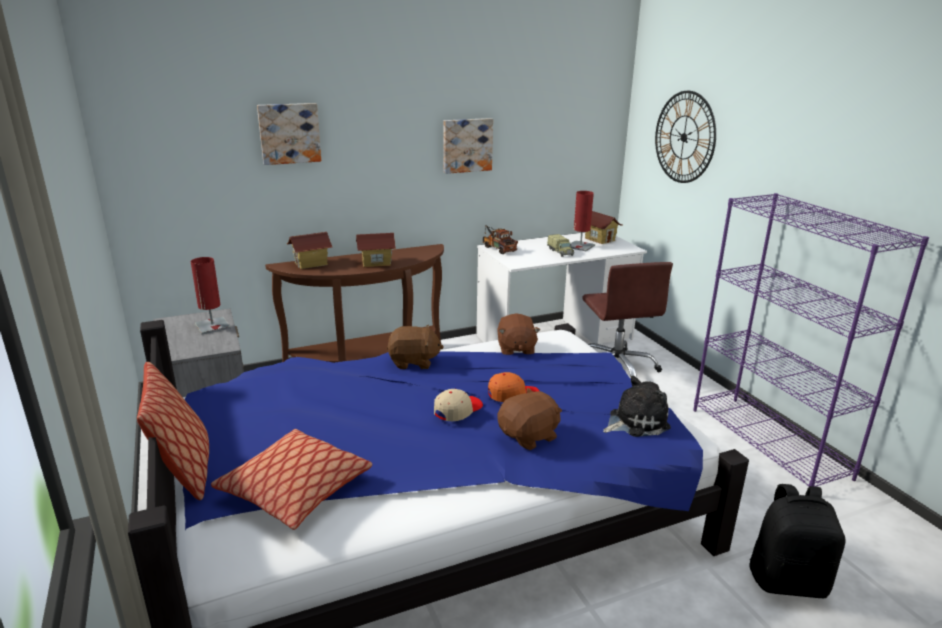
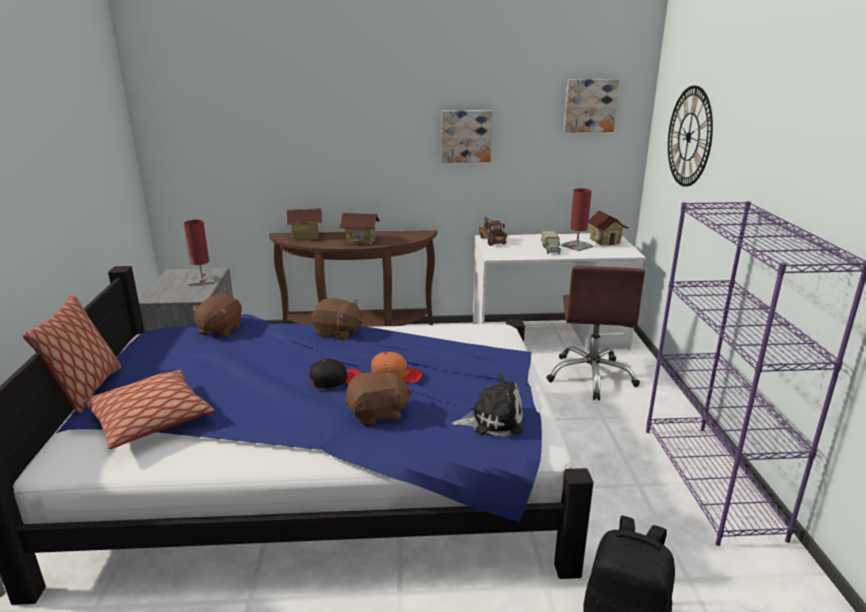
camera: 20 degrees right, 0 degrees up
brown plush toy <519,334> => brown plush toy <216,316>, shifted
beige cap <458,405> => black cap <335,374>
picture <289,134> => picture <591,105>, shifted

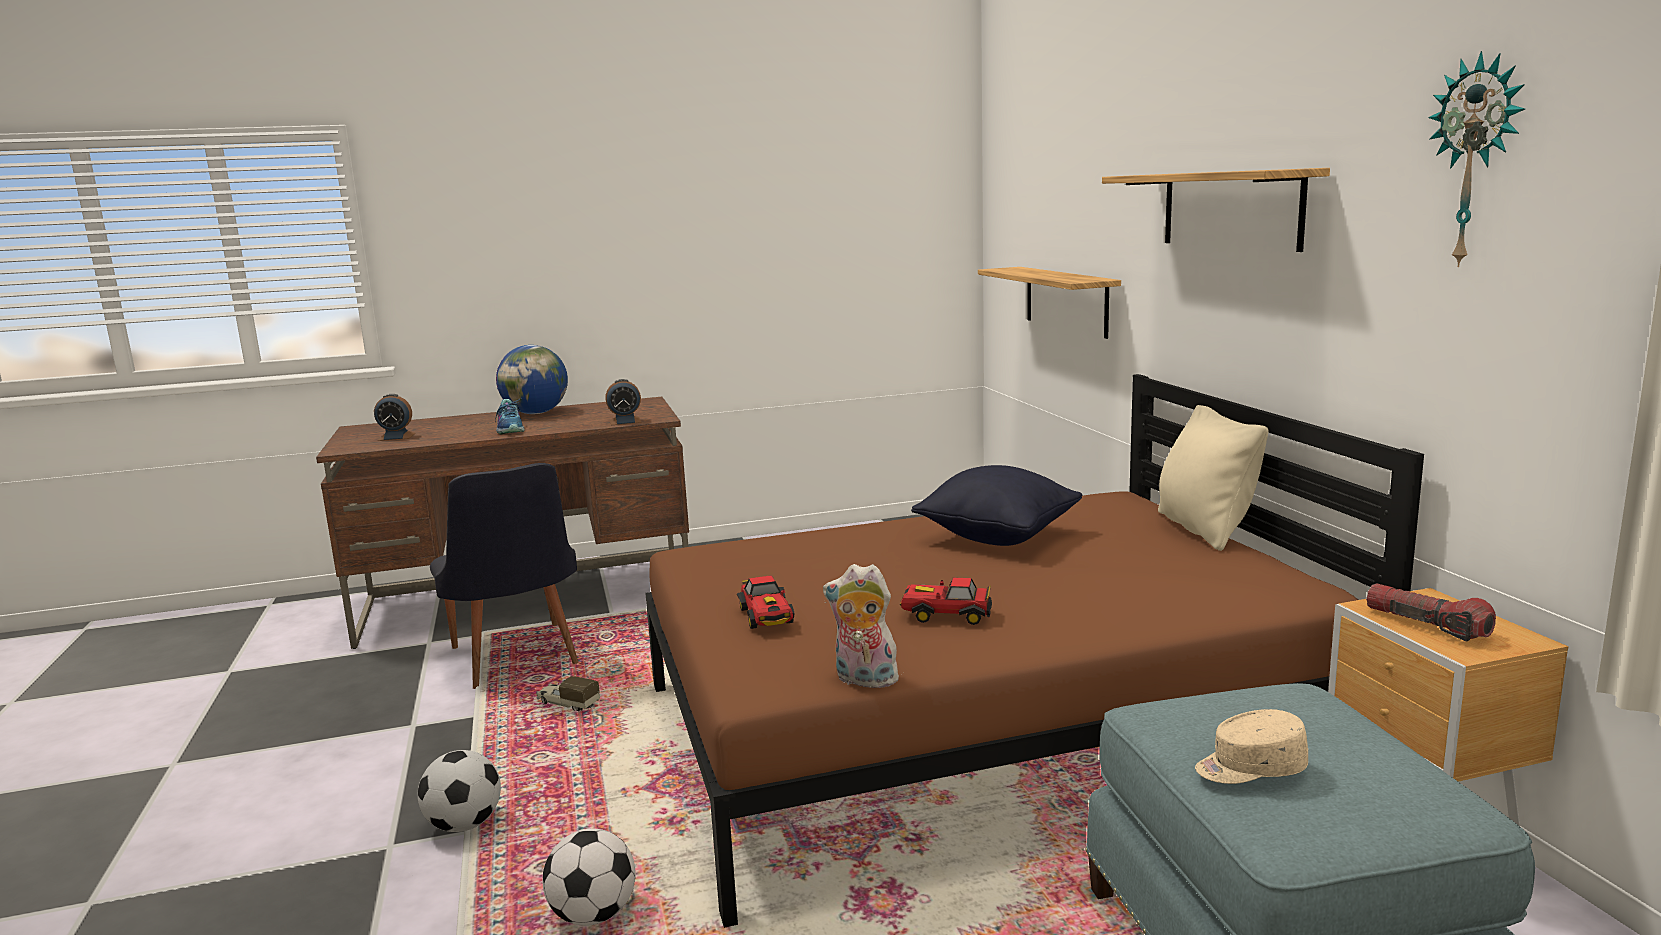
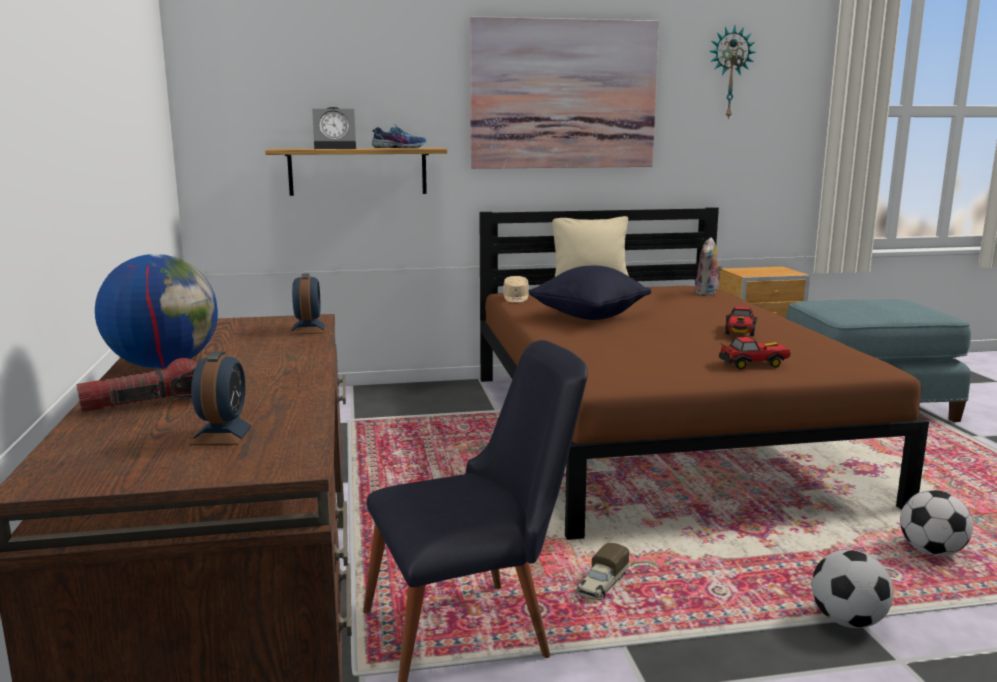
camera: 85 degrees left, 0 degrees up
flashlight <1431,612> => flashlight <137,385>, shifted
nothing => alarm clock <334,128>
shoe <509,416> => shoe <399,136>, shifted
shelf <1216,210> => picture <564,92>
beige cap <1251,746> => beige cap <516,289>, shifted
plush toy <864,627> => plush toy <708,266>, shifted

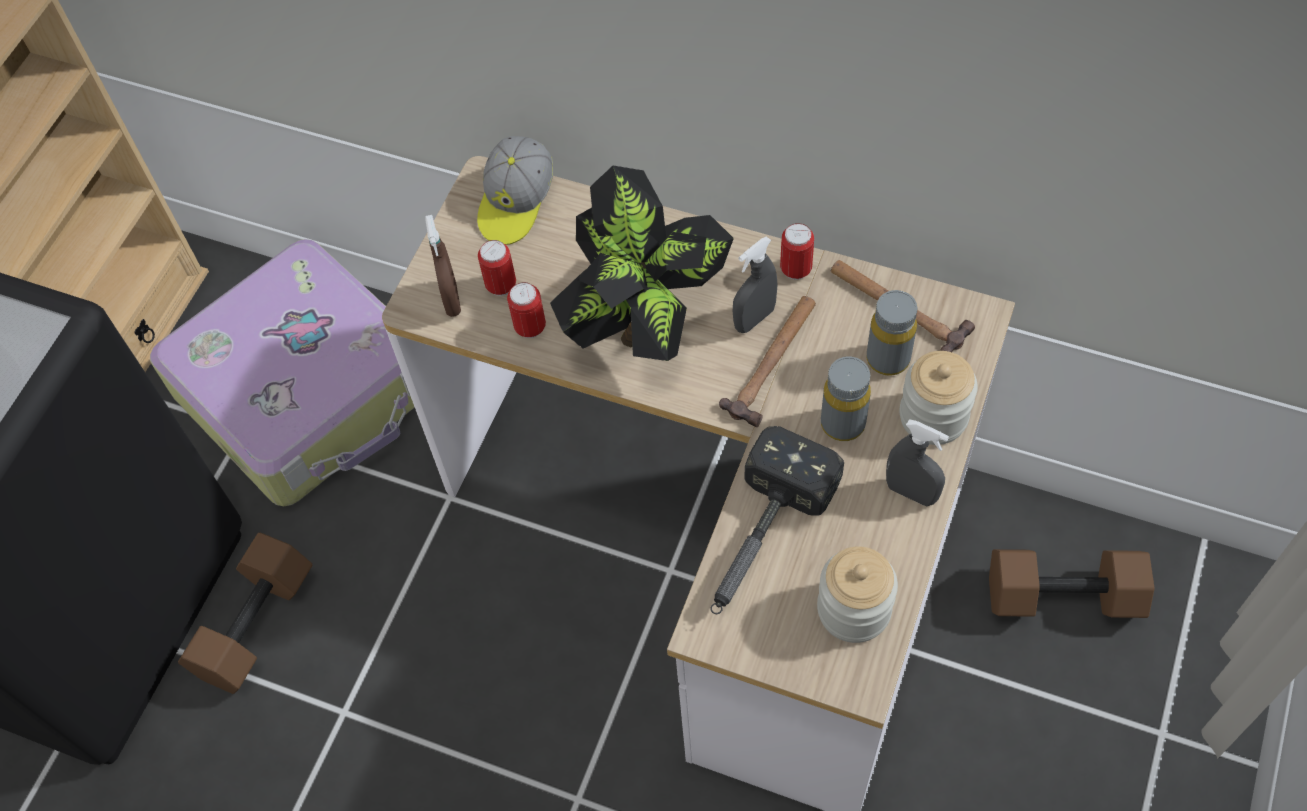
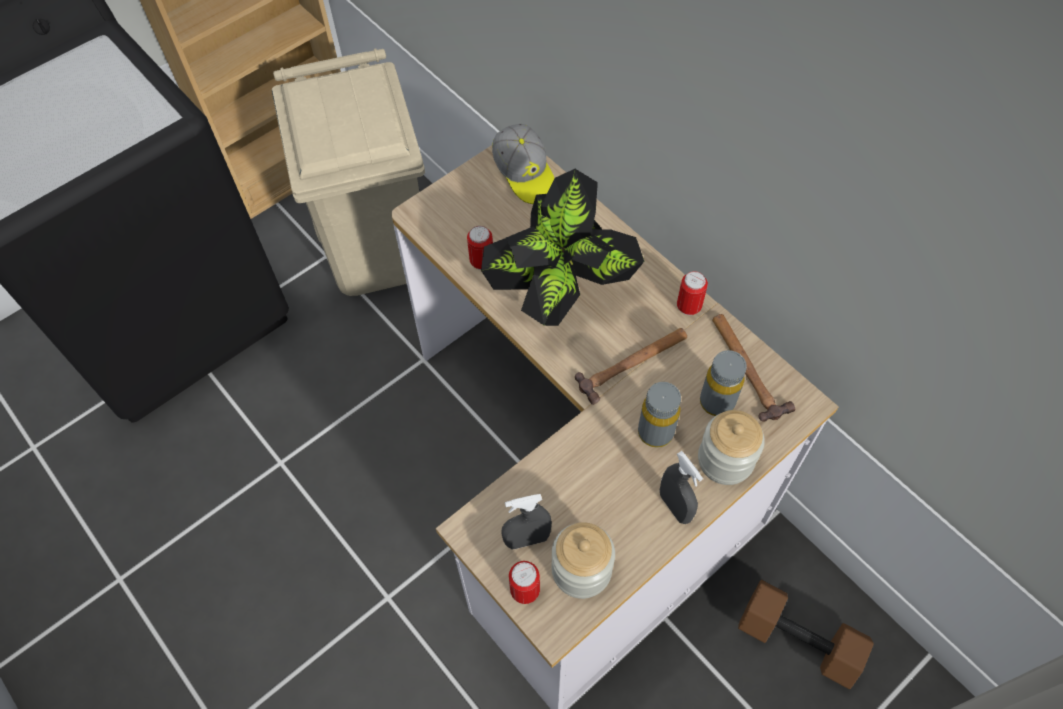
camera: 25 degrees right, 0 degrees up
suitcase <282,372> => beige trash can <348,172>
cap <515,190> => cap <523,164>, 75 degrees counterclockwise
grey spray bottle <755,284> => grey spray bottle <526,521>, shifted
can <497,268> => can <524,582>, shifted
brown dumbbell <245,613> => nothing
brown spray bottle <443,266> => nothing
hammer <777,520> => nothing

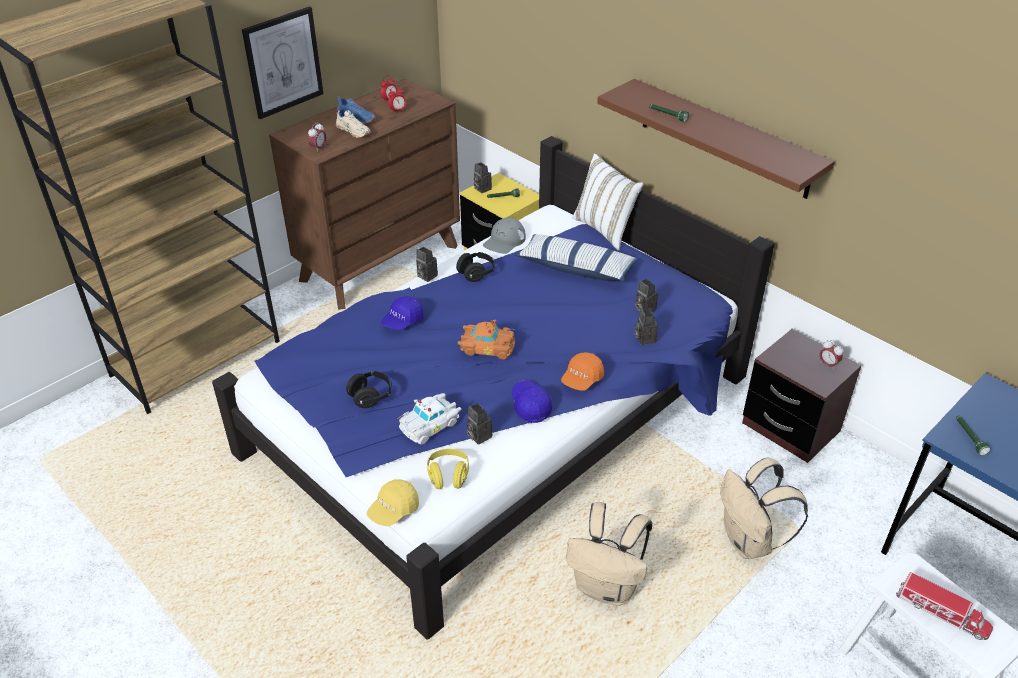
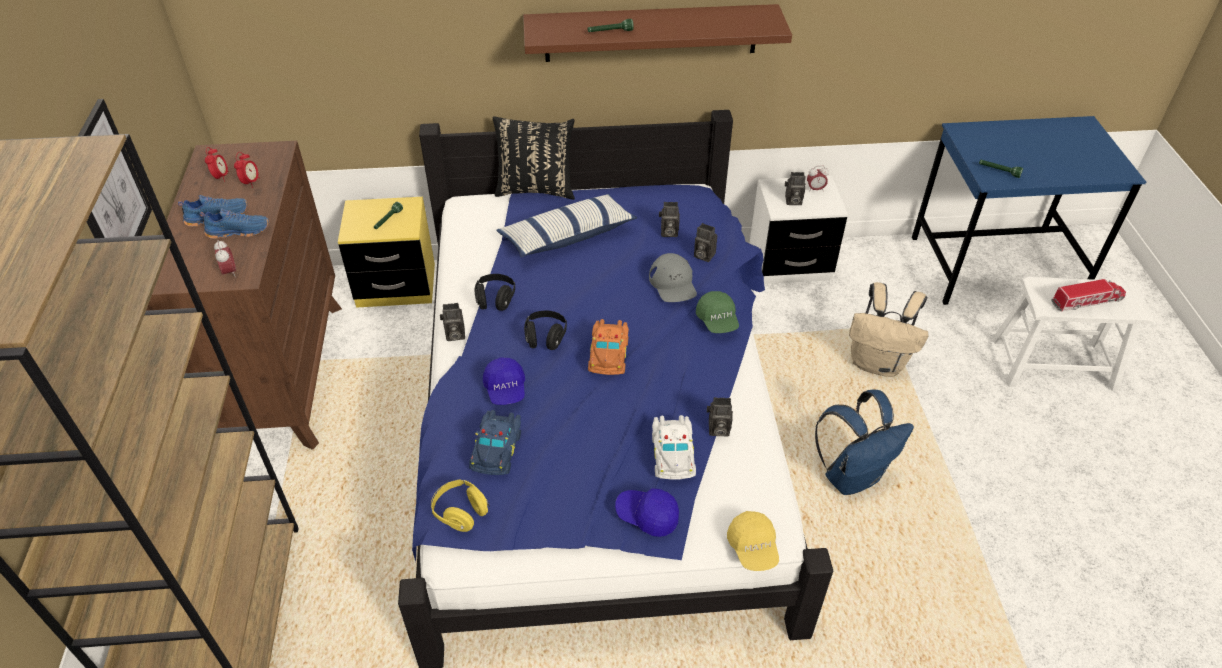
camera: 50 degrees left, 5 degrees up
beige shoe <353,122> => blue shoe <234,223>
yellow headphones <448,469> => yellow headphones <460,505>, shifted
nothing => blue toy car <495,442>
white pillow <608,202> => black pillow <533,158>
black headphones <369,389> => black headphones <545,330>, shifted
orange toy car <486,339> => orange toy car <608,347>, 135 degrees clockwise
blue cap <532,401> => blue cap <647,512>, shifted
grey cap <504,236> => grey cap <673,277>, shifted
orange cap <582,371> => green cap <717,312>
brown nightstand <802,396> => white nightstand <799,230>
photo camera <483,177> => photo camera <795,188>, shifted
beige backpack <609,554> => blue backpack <864,442>

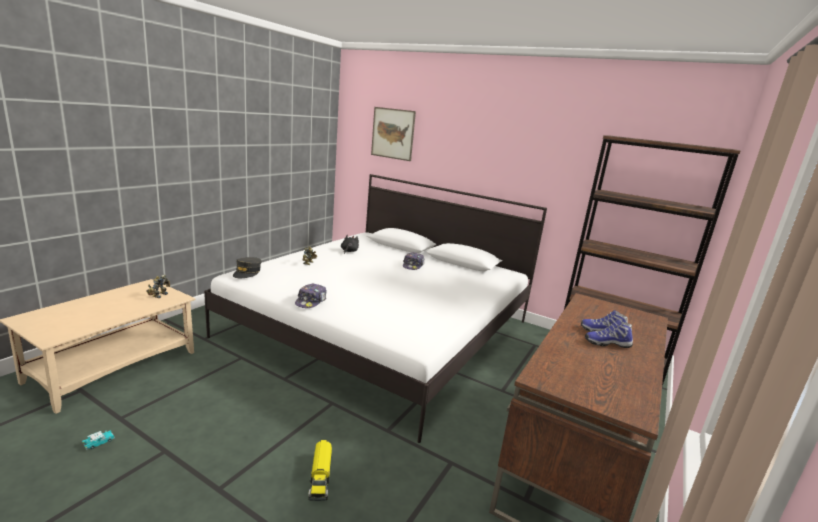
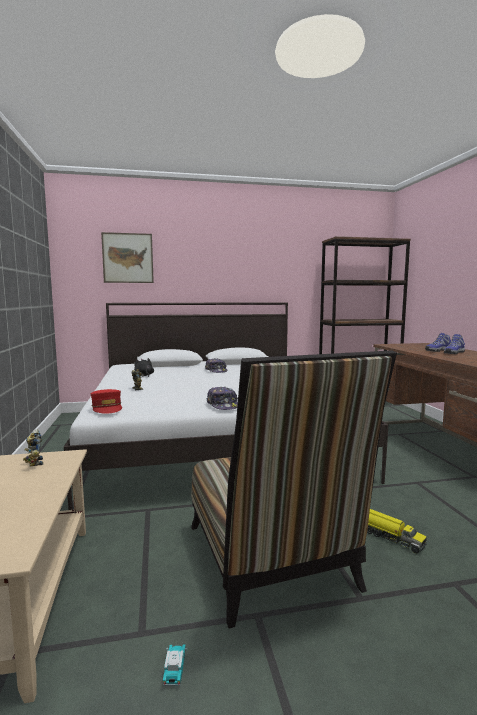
camera: 40 degrees left, 10 degrees down
grey cap <247,267> => red cap <106,401>
nothing => chair <294,489>

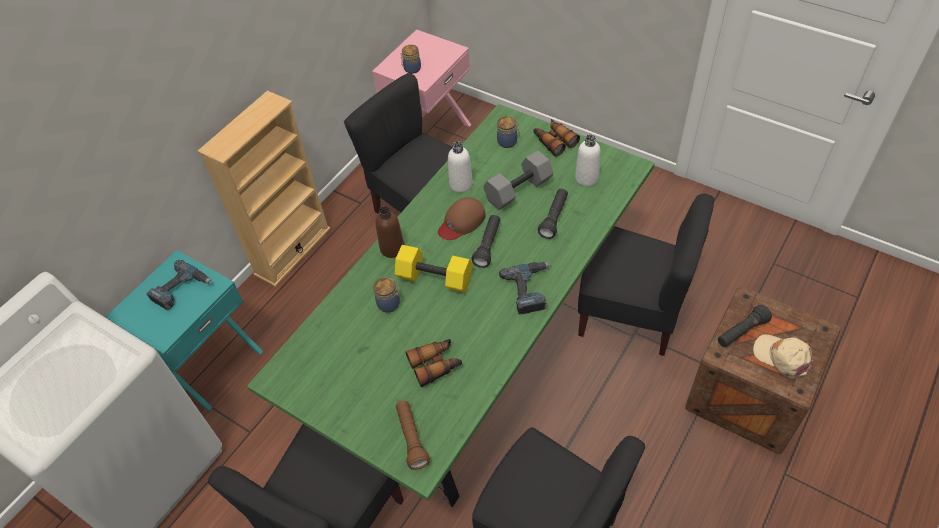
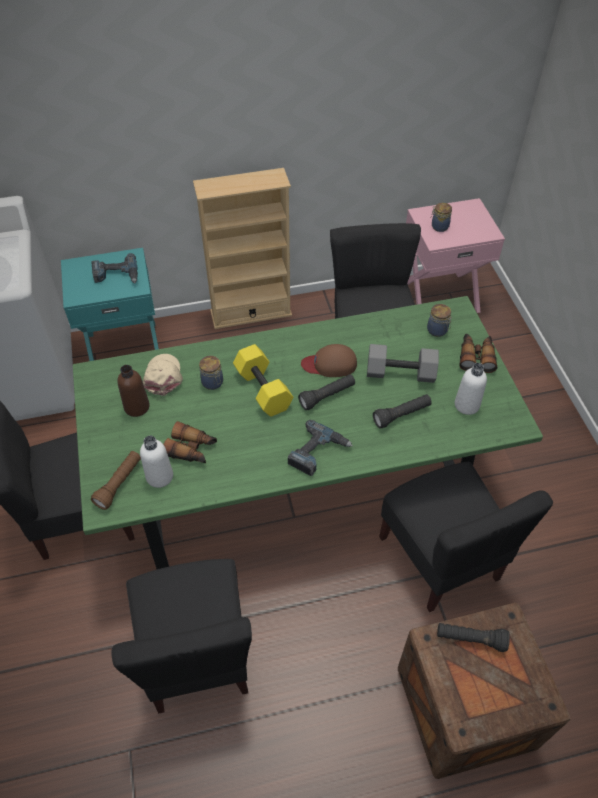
camera: 40 degrees right, 0 degrees up
brown bottle <389,232> => brown bottle <133,391>, shifted
white bottle <460,167> => white bottle <156,462>, shifted
beige cap <783,356> => beige cap <163,375>, shifted

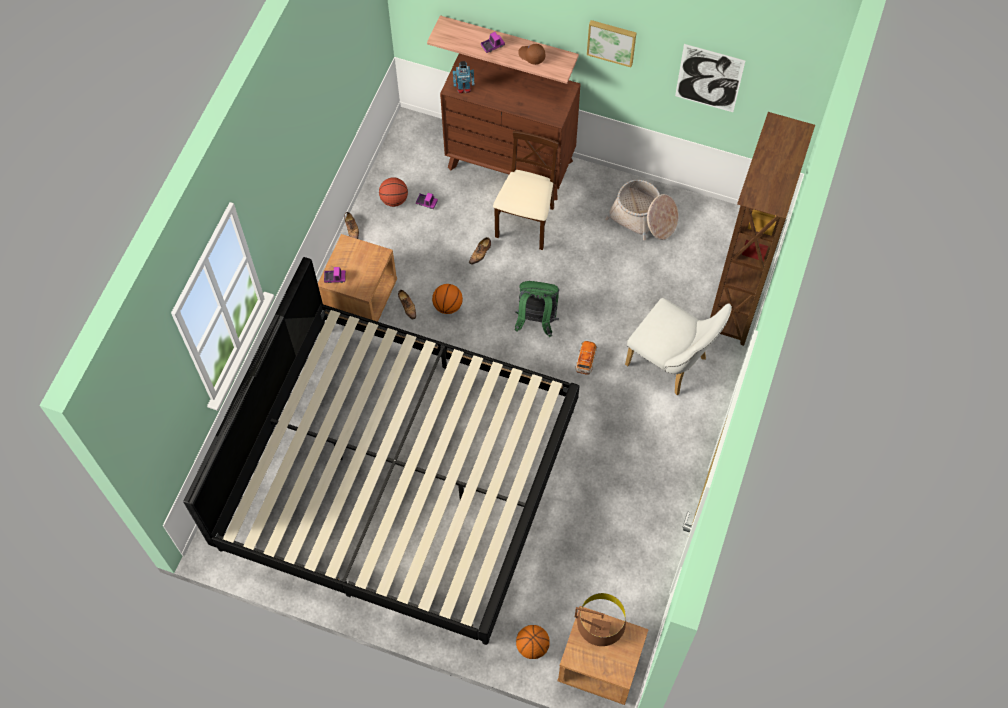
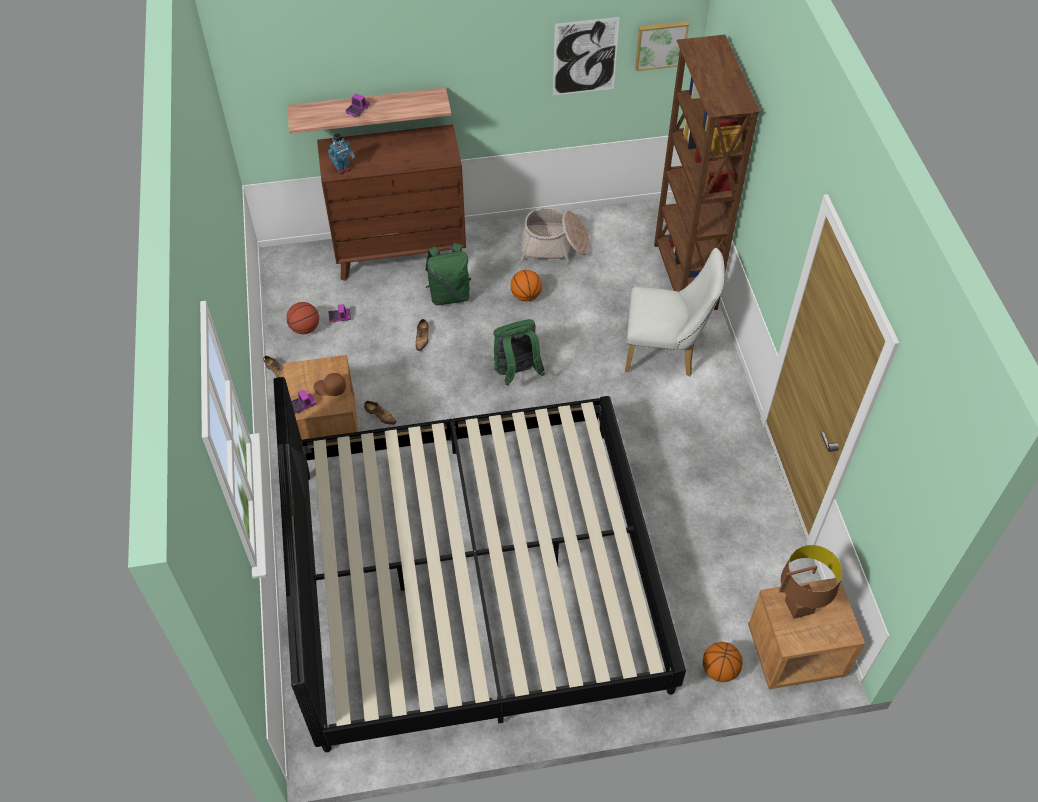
camera: 30 degrees left, 10 degrees down
brown cap <531,54> => brown cap <329,384>, shifted
beige chair <526,190> => green backpack <448,274>
basketball <447,299> => basketball <526,285>, shifted
picture <611,43> => picture <662,46>, shifted
toy car <586,358> => nothing

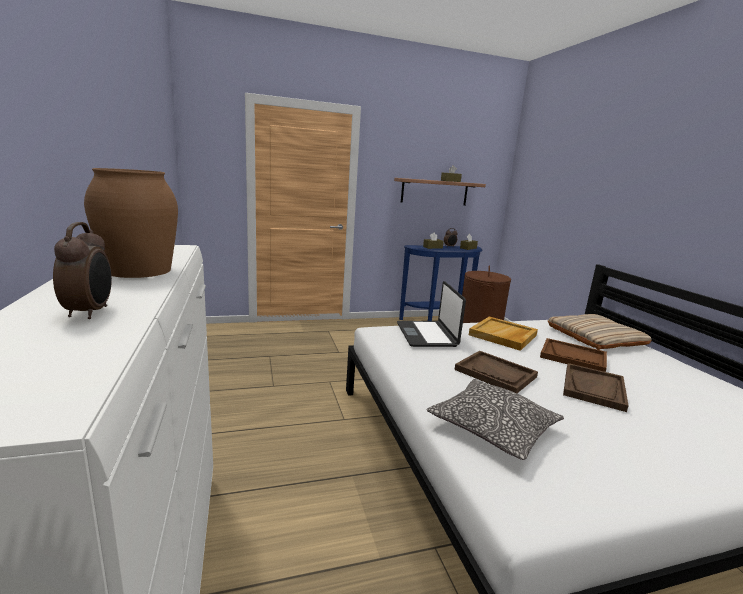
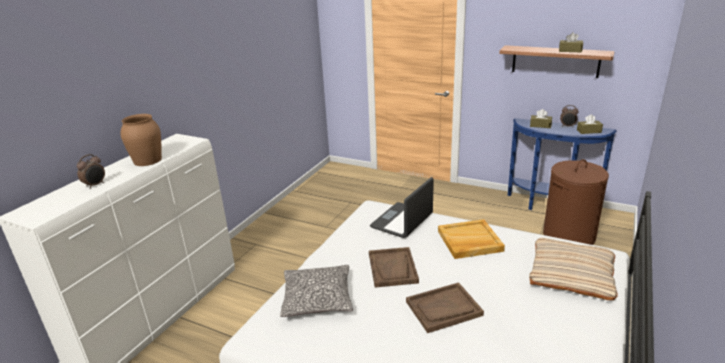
camera: 45 degrees right, 10 degrees up
brown tray <573,355> => nothing

